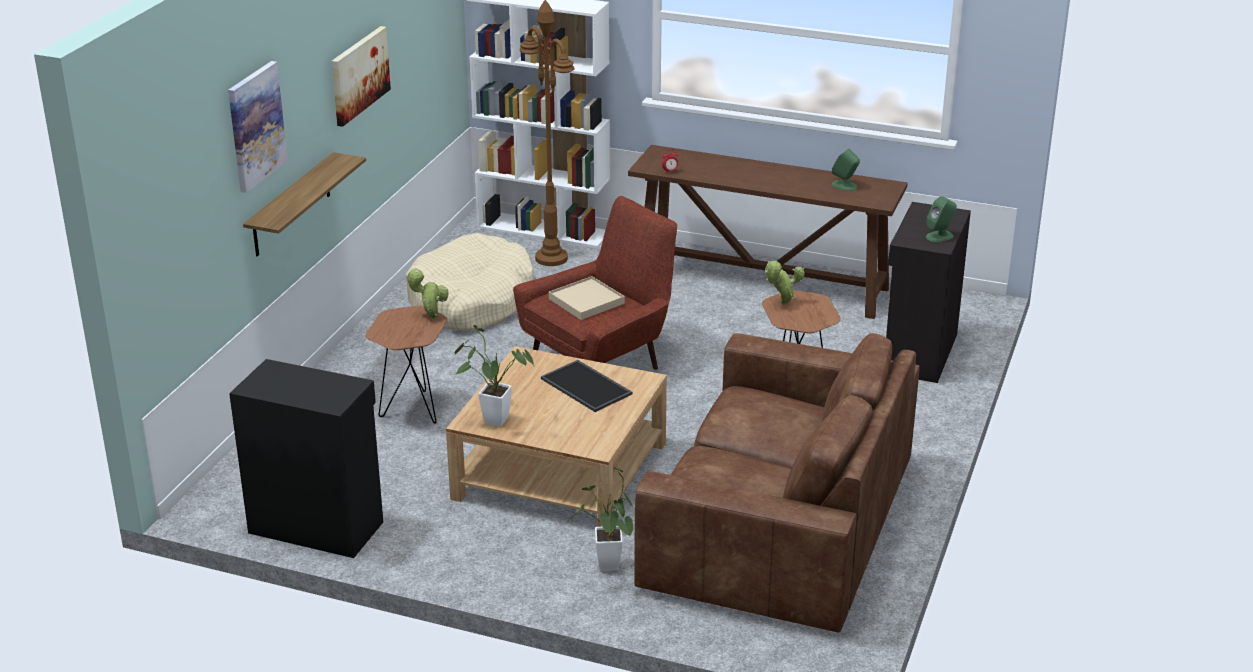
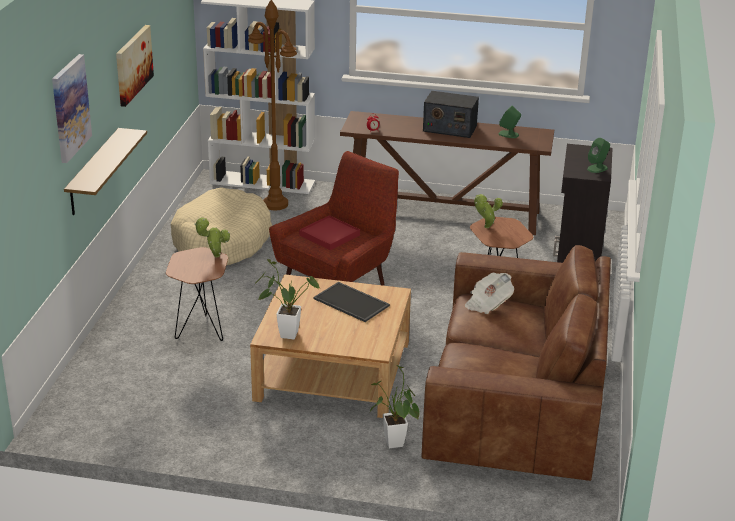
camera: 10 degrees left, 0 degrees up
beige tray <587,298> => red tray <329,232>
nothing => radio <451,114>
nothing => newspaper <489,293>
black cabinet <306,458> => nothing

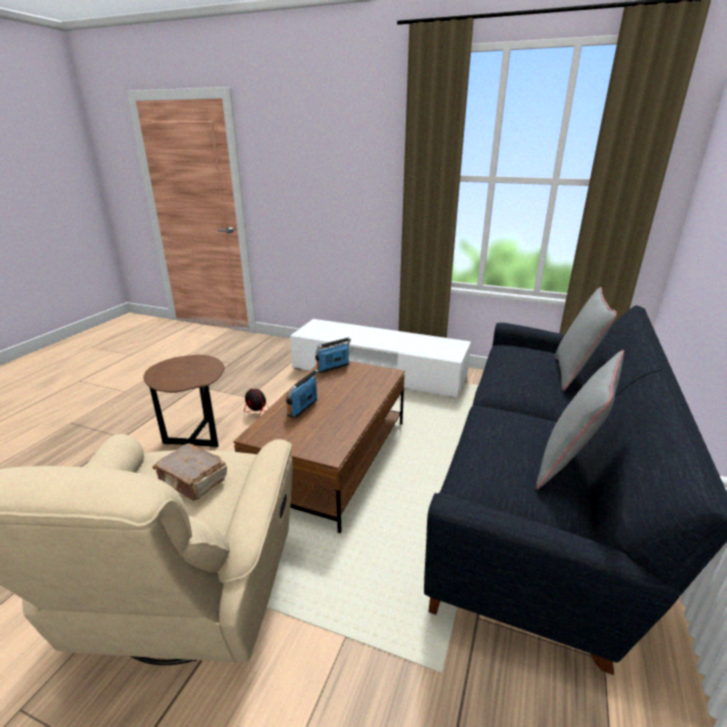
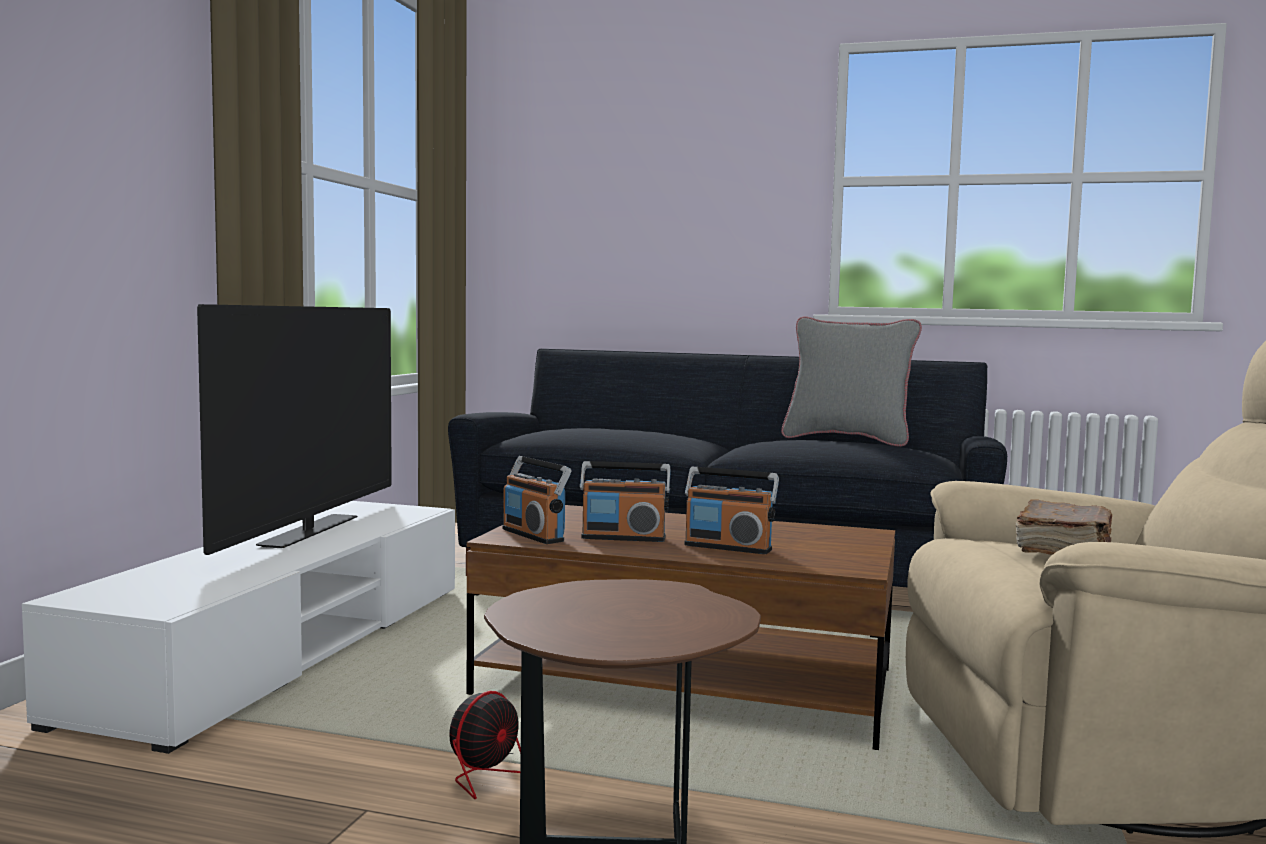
camera: 95 degrees left, 20 degrees down
nothing => television <294,429>
nothing => radio <624,501>
grey pillow <586,339> => nothing

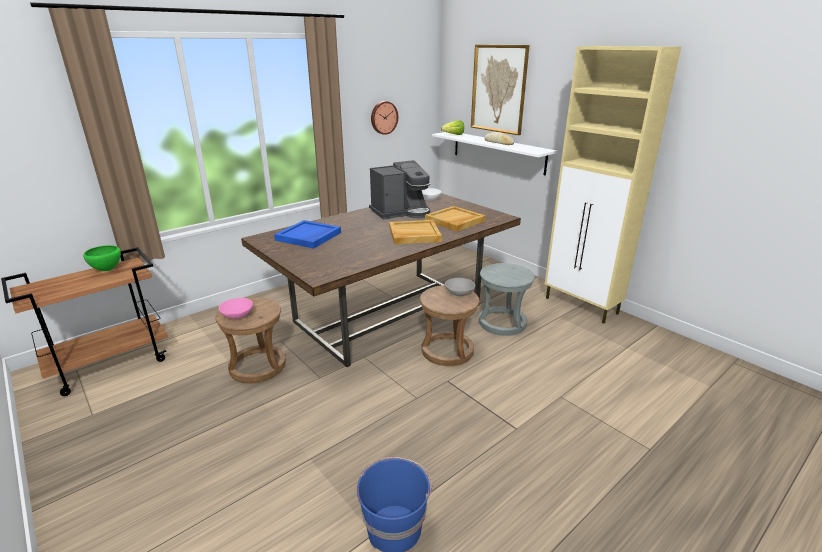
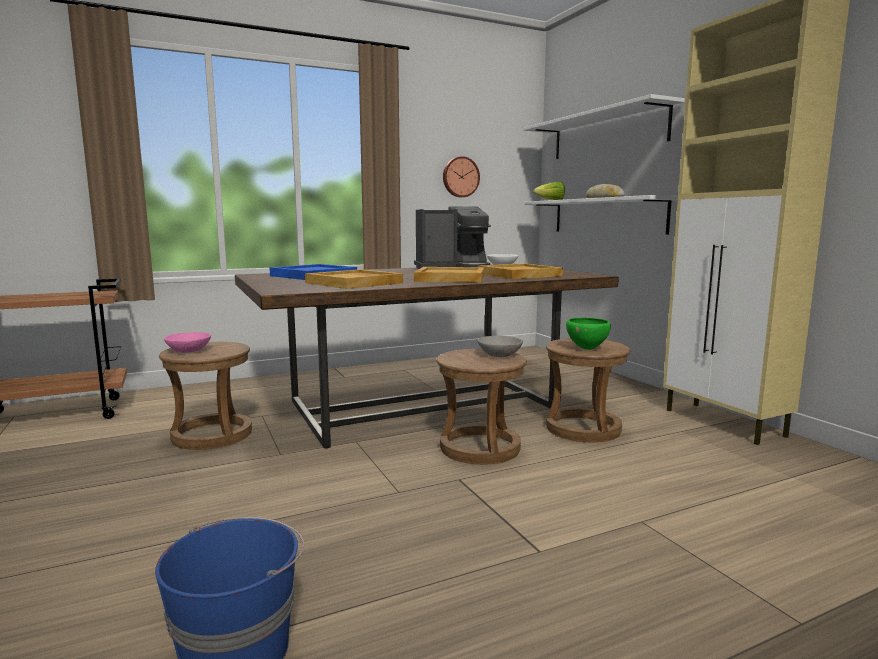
camera: 15 degrees right, 15 degrees down
nothing => beige tray <354,279>
picture <500,90> => white shelf <604,126>
grey stool <507,299> => brown stool <588,390>
green bowl <102,258> => green bowl <588,334>, shifted

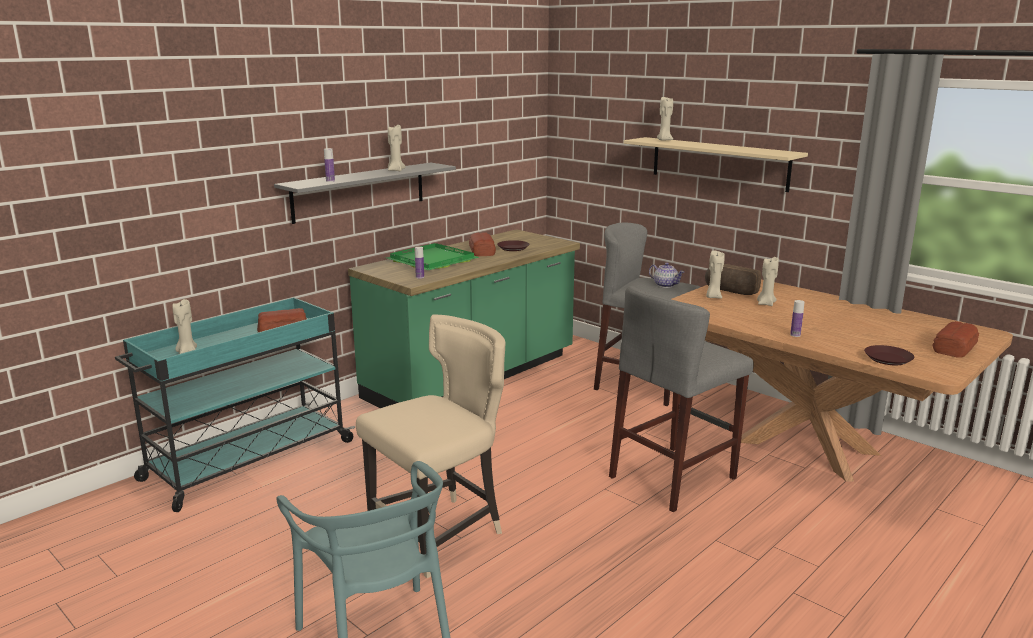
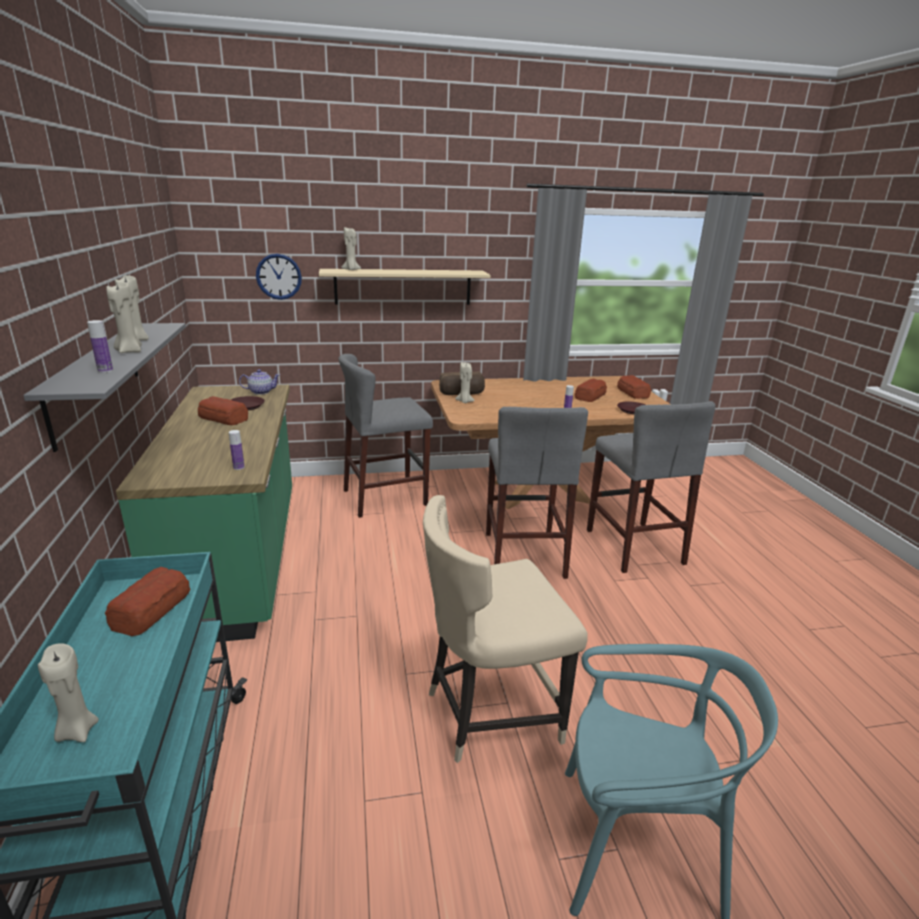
camera: 55 degrees left, 5 degrees up
beige candle <768,281> => beige candle <124,317>, shifted
teapot <666,275> => teapot <259,382>, shifted
nothing => wall clock <279,277>
beige chair <431,446> => beige chair <505,629>, 105 degrees counterclockwise
nothing => bread <591,390>
nothing => grey stool <651,487>
green tray <432,256> => nothing

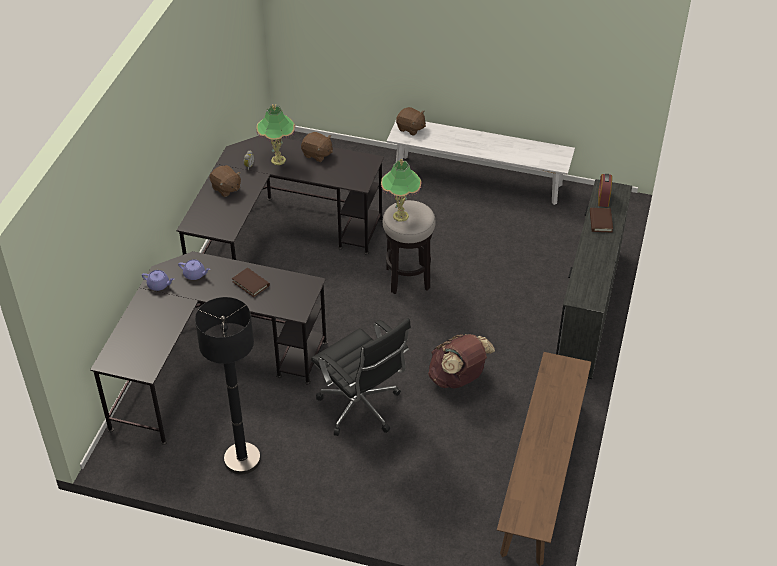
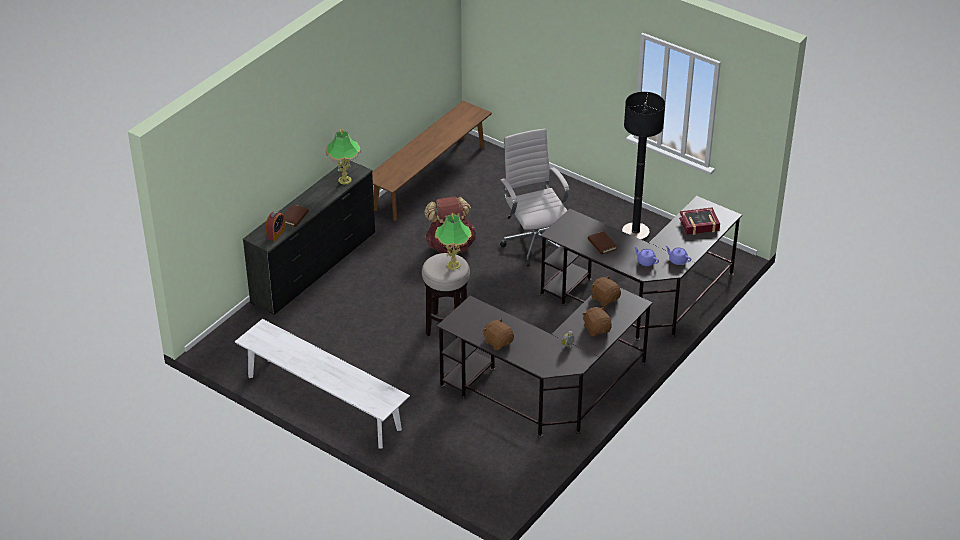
camera: 160 degrees left, 5 degrees down
table lamp <275,134> => table lamp <343,157>, shifted
black office chair <361,377> => white office chair <535,197>
brown plush toy <411,121> => brown plush toy <606,291>, shifted
nothing => book <699,221>

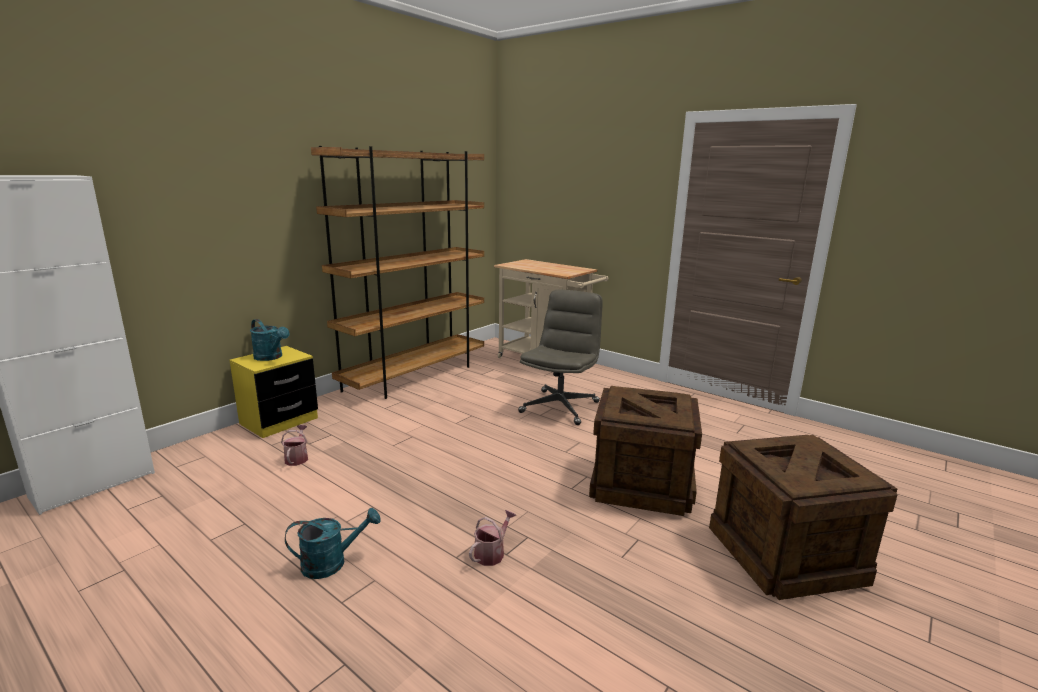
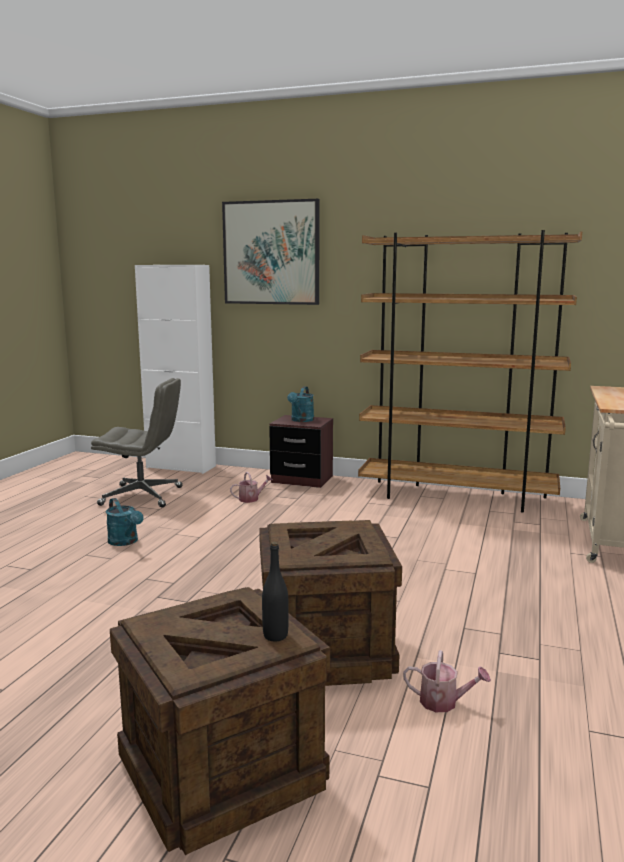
camera: 70 degrees right, 5 degrees down
grey office chair <560,357> => grey office chair <137,442>, shifted
nothing => picture <271,252>
nothing => black bottle <275,591>
yellow nightstand <274,392> => brown nightstand <301,451>
watering can <492,538> => watering can <447,681>, shifted

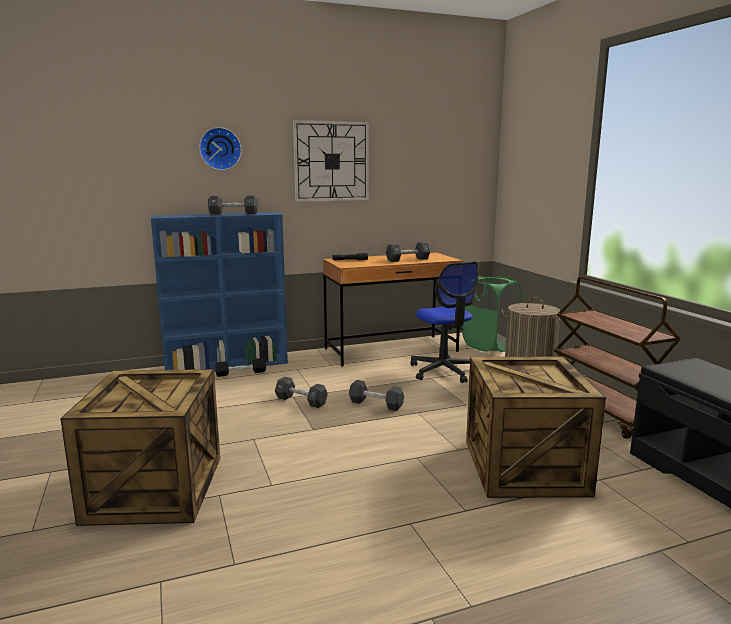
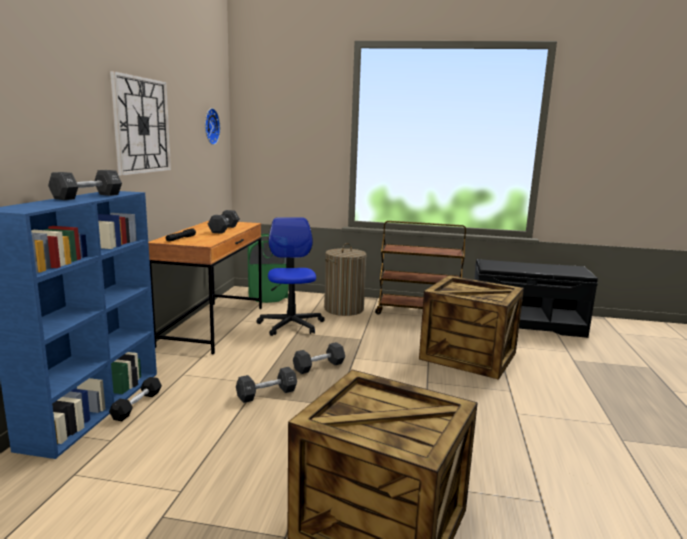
camera: 60 degrees left, 0 degrees up
wall clock <220,148> => wall clock <212,126>, shifted
office chair <444,322> => office chair <290,276>, 105 degrees counterclockwise

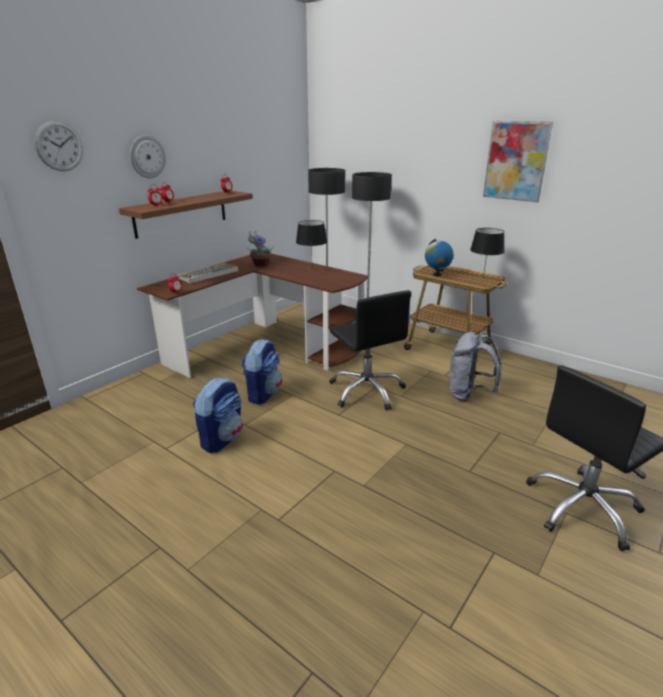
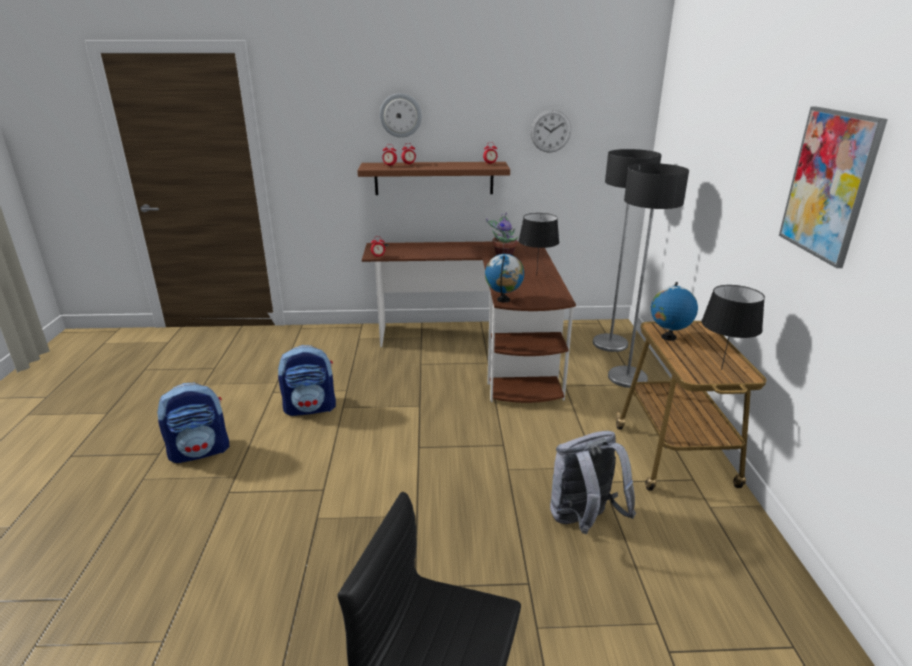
camera: 50 degrees right, 0 degrees up
backpack <261,372> => backpack <193,423>, shifted
nothing => globe <504,278>
wall clock <59,146> => wall clock <550,131>, shifted
keyboard <207,273> => nothing
black office chair <370,350> => nothing

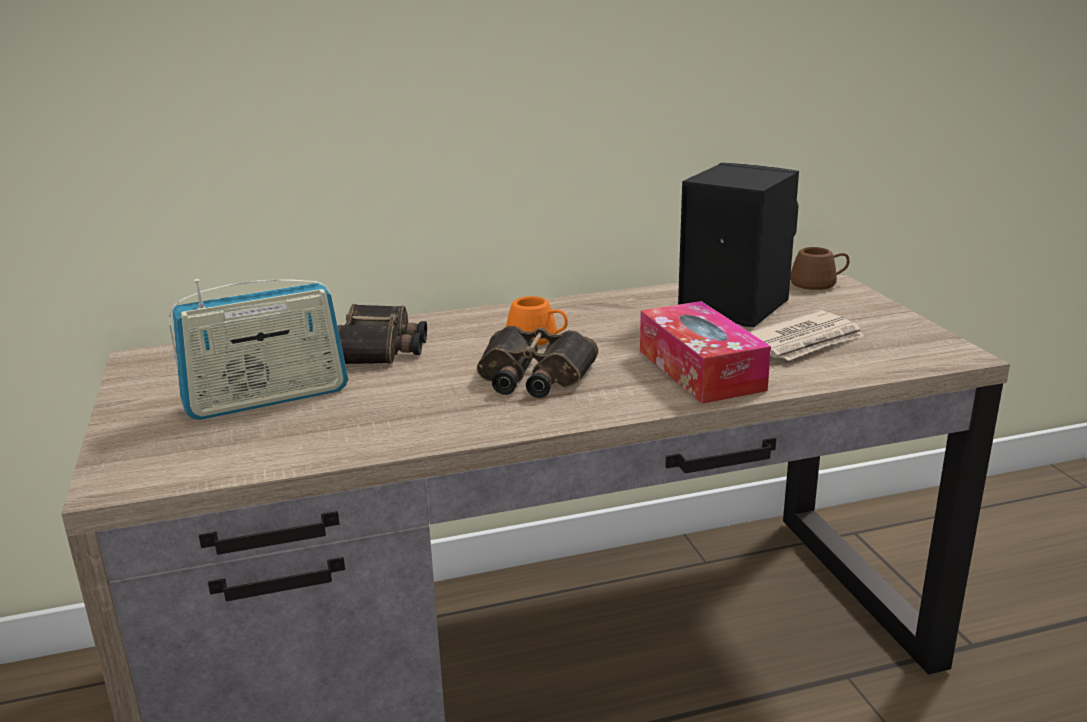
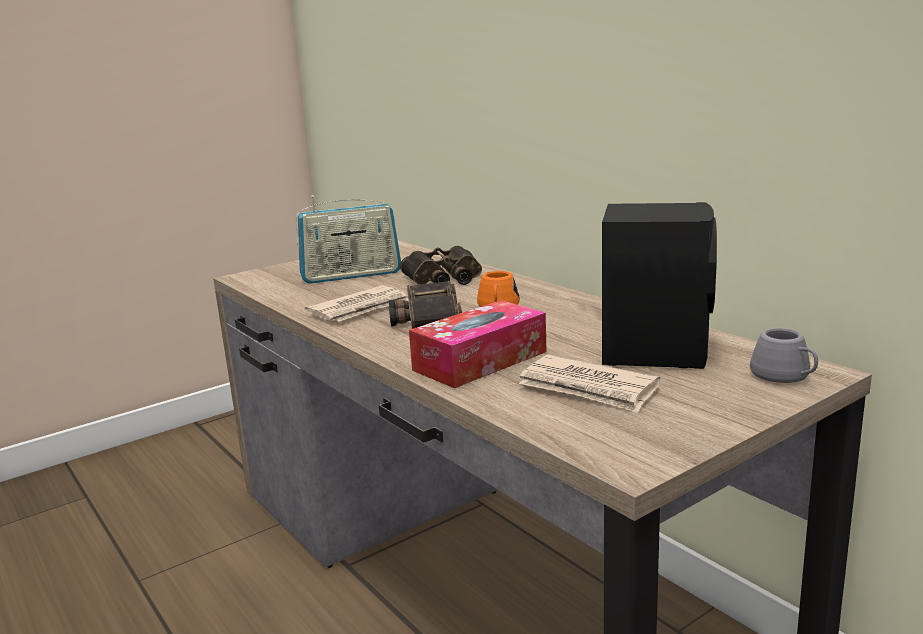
camera: 70 degrees right, 5 degrees down
radio <258,349> => radio <348,239>, 60 degrees counterclockwise
nothing => newspaper <356,303>
brown mug <820,268> => grey mug <784,355>

